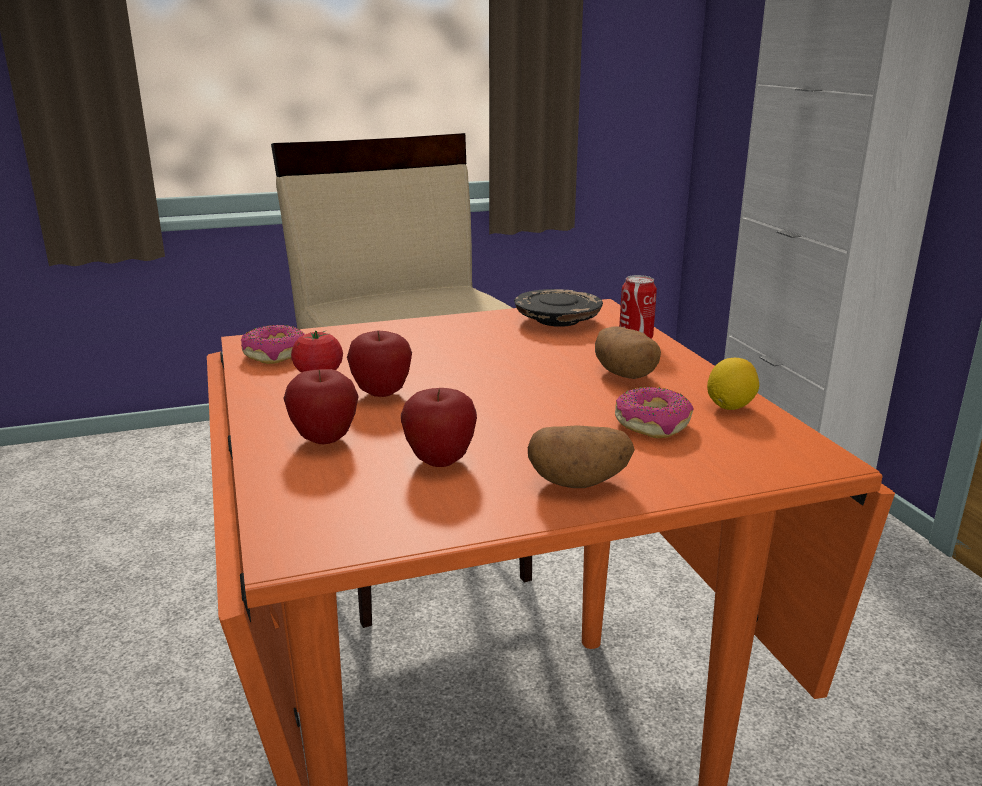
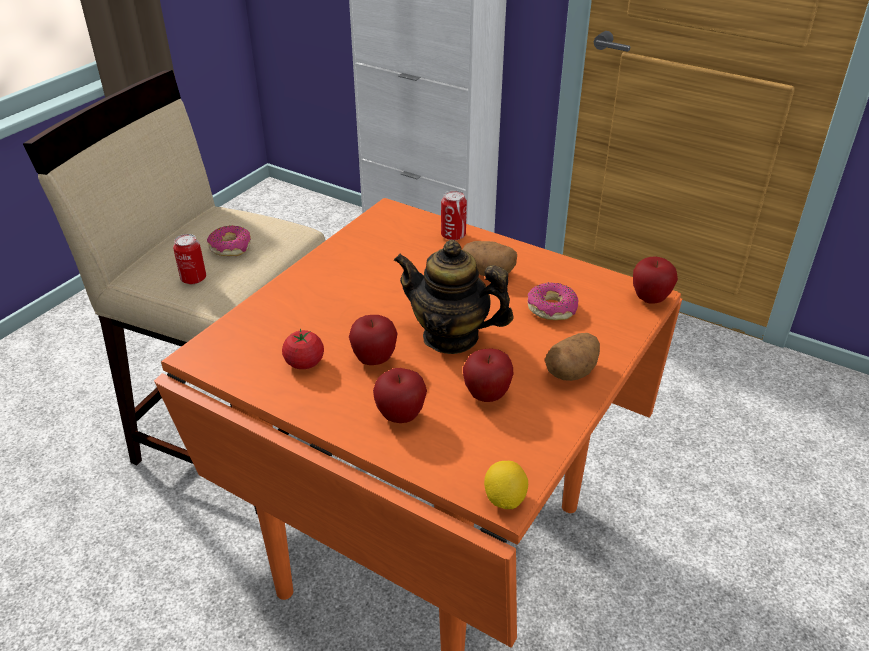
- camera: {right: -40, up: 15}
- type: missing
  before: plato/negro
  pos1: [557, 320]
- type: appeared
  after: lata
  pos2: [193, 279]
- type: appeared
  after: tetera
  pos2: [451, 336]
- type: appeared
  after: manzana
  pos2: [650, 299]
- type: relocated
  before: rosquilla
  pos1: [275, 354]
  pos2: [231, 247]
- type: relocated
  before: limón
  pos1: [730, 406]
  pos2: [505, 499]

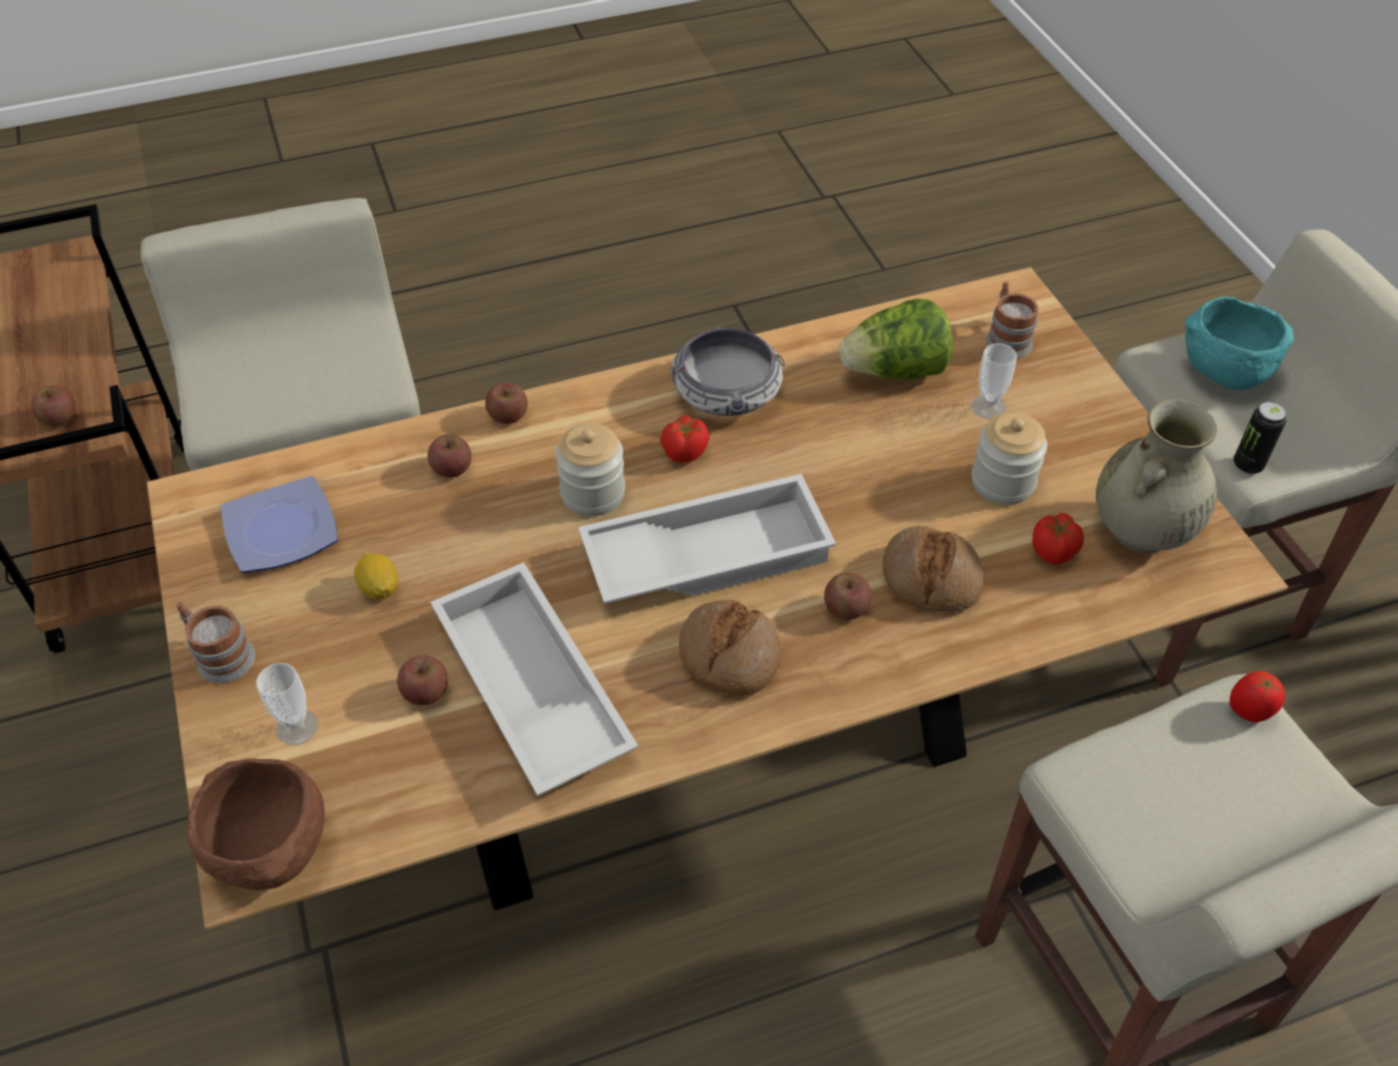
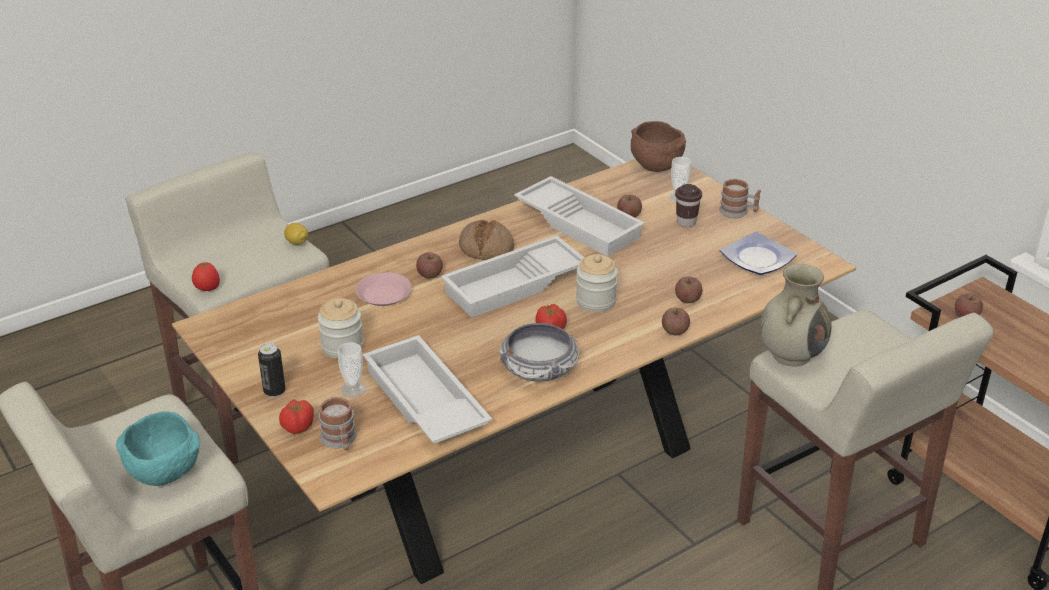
- camera: {right: 165, up: -15}
- type: appeared
  after: taza/marrón
  pos2: [686, 222]
- type: relocated
  before: limón
  pos1: [379, 588]
  pos2: [297, 242]
- type: relocated
  before: tomate
  pos1: [1053, 551]
  pos2: [297, 427]
- type: relocated
  before: florero/beis
  pos1: [1140, 531]
  pos2: [791, 354]
- type: relocated
  before: lata
  pos1: [1247, 465]
  pos2: [274, 391]
- type: exchanged
  before: lechuga
  after: bandeja/blanco
  pos1: [895, 371]
  pos2: [423, 402]
- type: exchanged
  before: pan
  after: plato/rosa
  pos1: [931, 578]
  pos2: [383, 294]

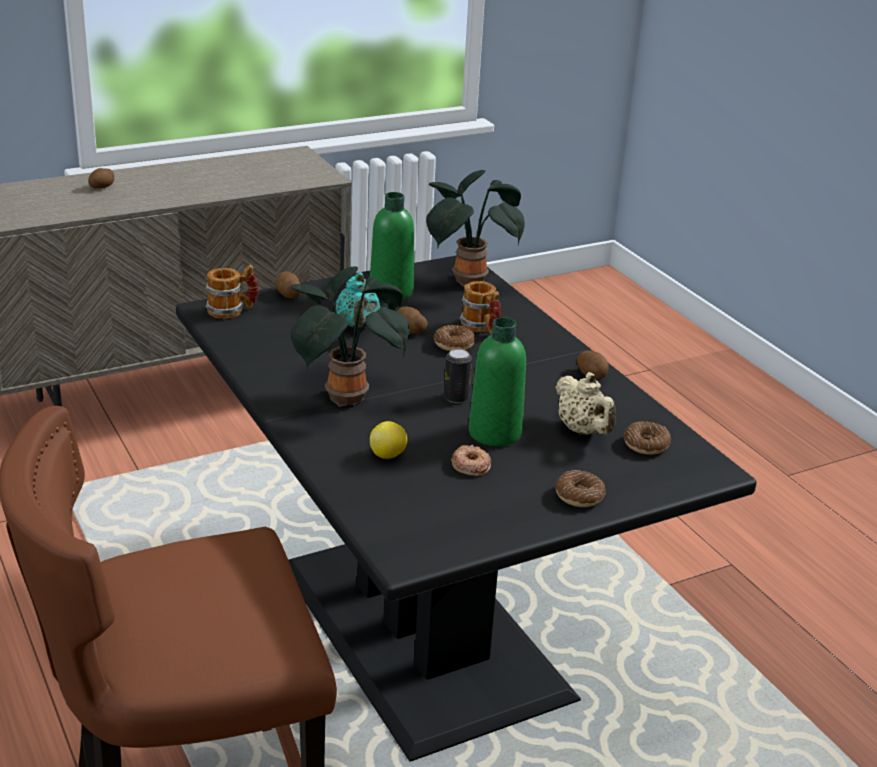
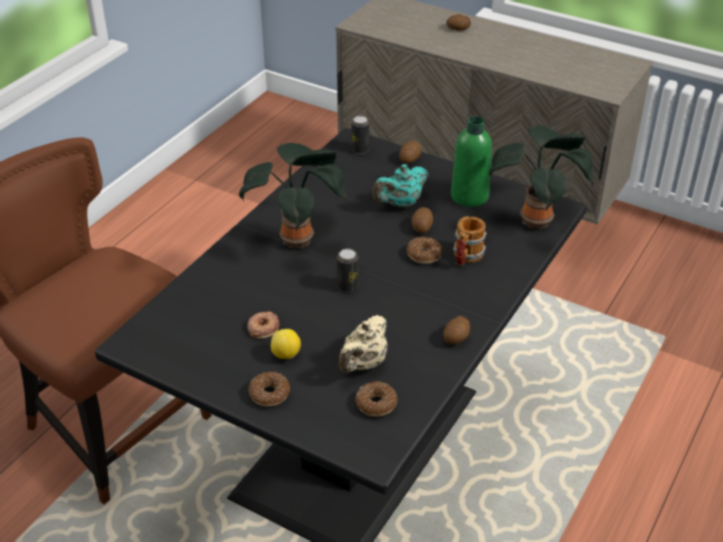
- camera: {right: 60, up: 10}
- type: missing
  before: botella/verde
  pos1: [495, 433]
- type: relocated
  before: limón
  pos1: [388, 455]
  pos2: [286, 355]
- type: exchanged
  before: taza grande
  after: lata
  pos1: [232, 310]
  pos2: [360, 149]

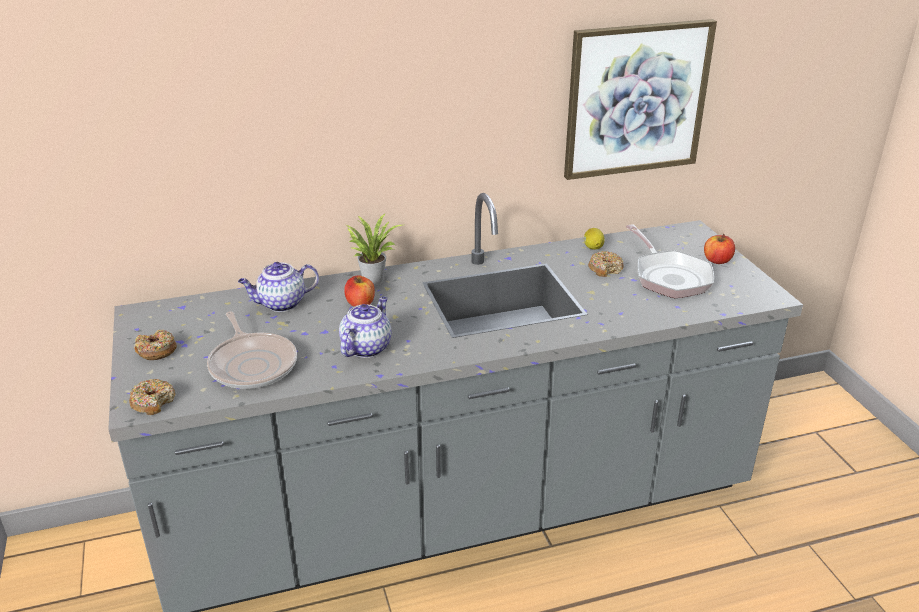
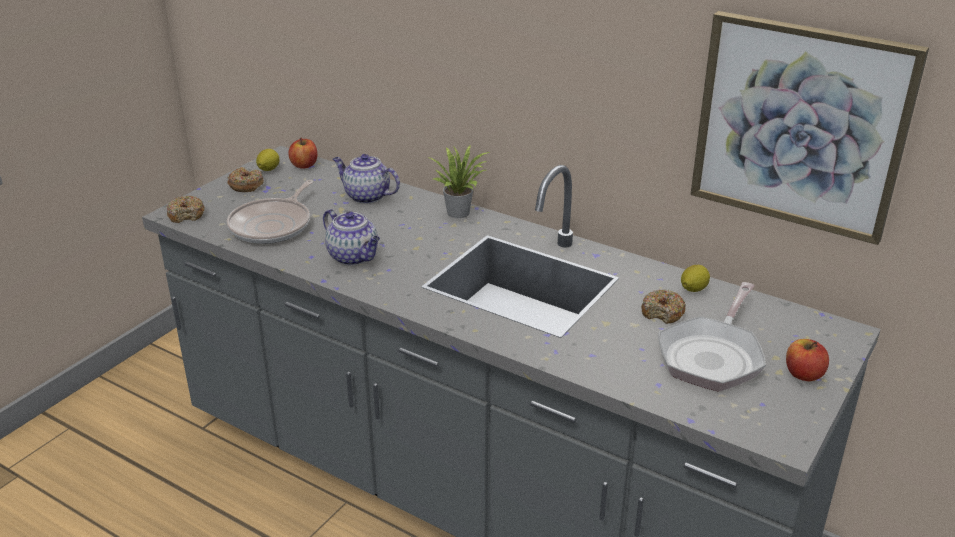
- camera: {right: 50, up: 0}
- type: appeared
  after: limón
  pos2: [268, 170]
- type: relocated
  before: manzana
  pos1: [360, 303]
  pos2: [304, 165]
- type: spun
  before: tetera
  pos1: [366, 347]
  pos2: [354, 257]
  turn: 60

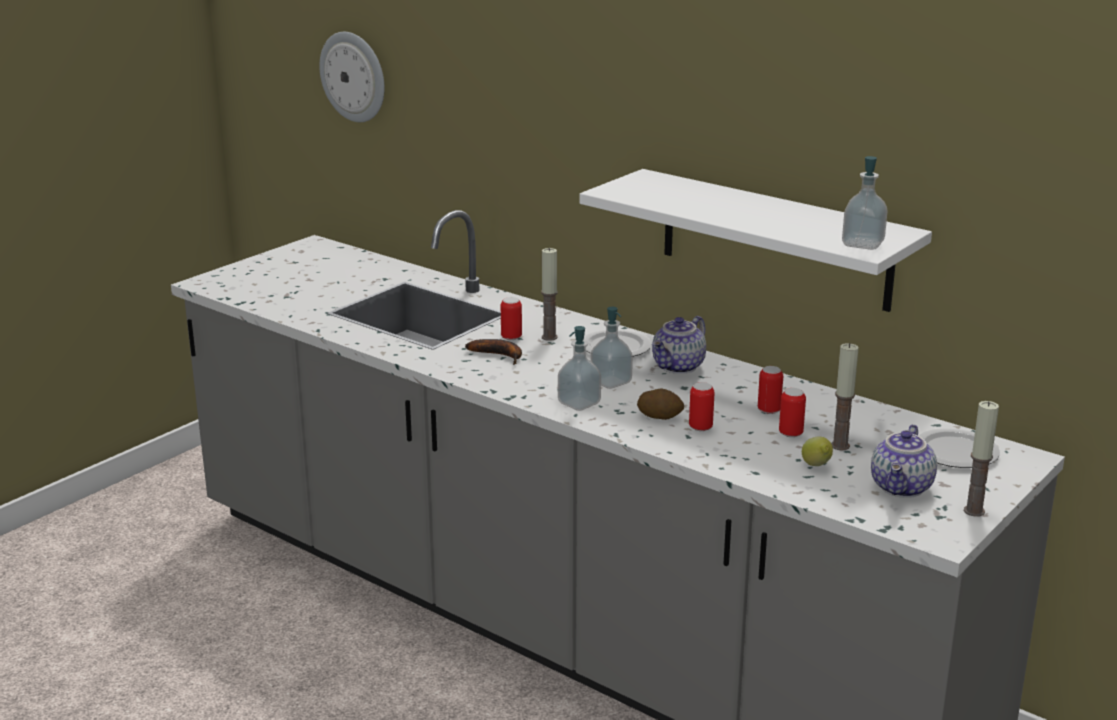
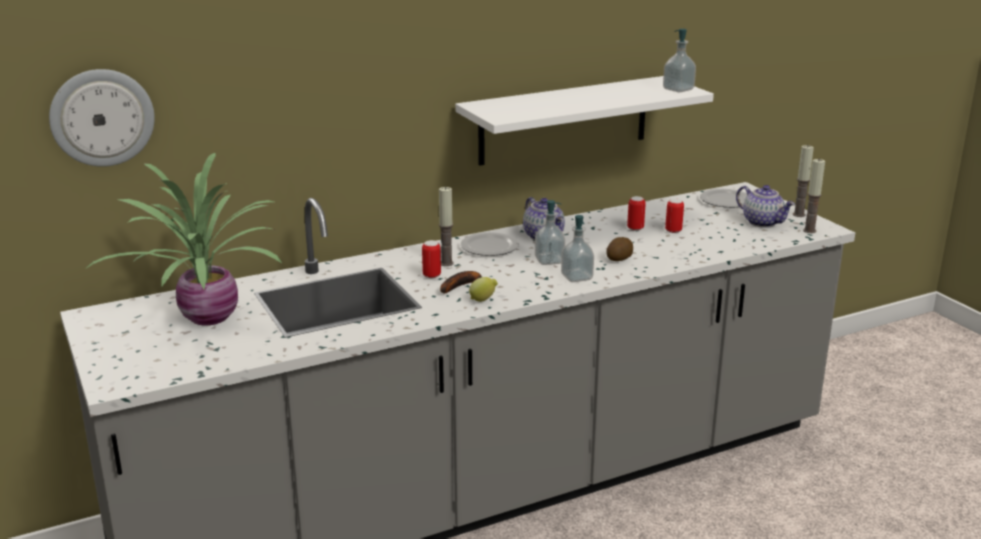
- camera: {right: -65, up: 0}
- type: missing
  before: lata
  pos1: [700, 427]
- type: appeared
  after: planta en maceta
  pos2: [206, 317]
- type: relocated
  before: limón
  pos1: [816, 466]
  pos2: [483, 300]
- type: relocated
  before: vela
  pos1: [840, 446]
  pos2: [809, 231]

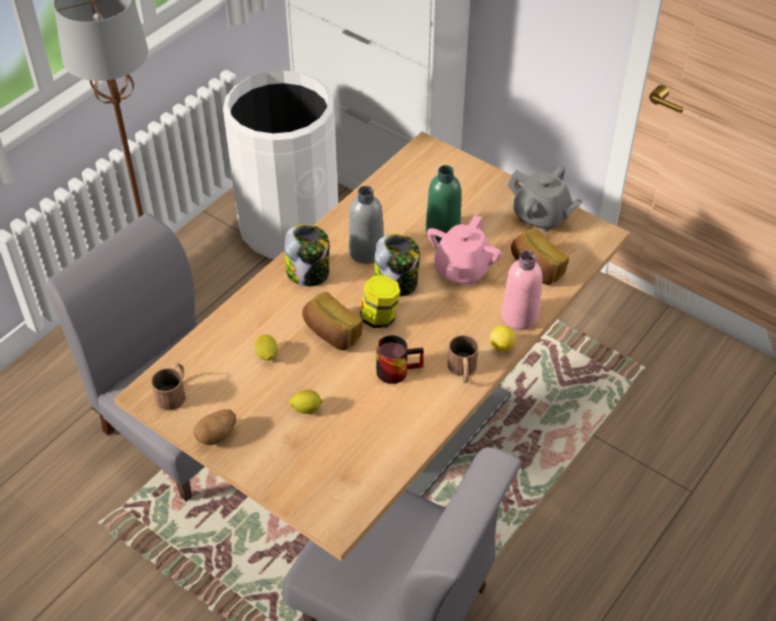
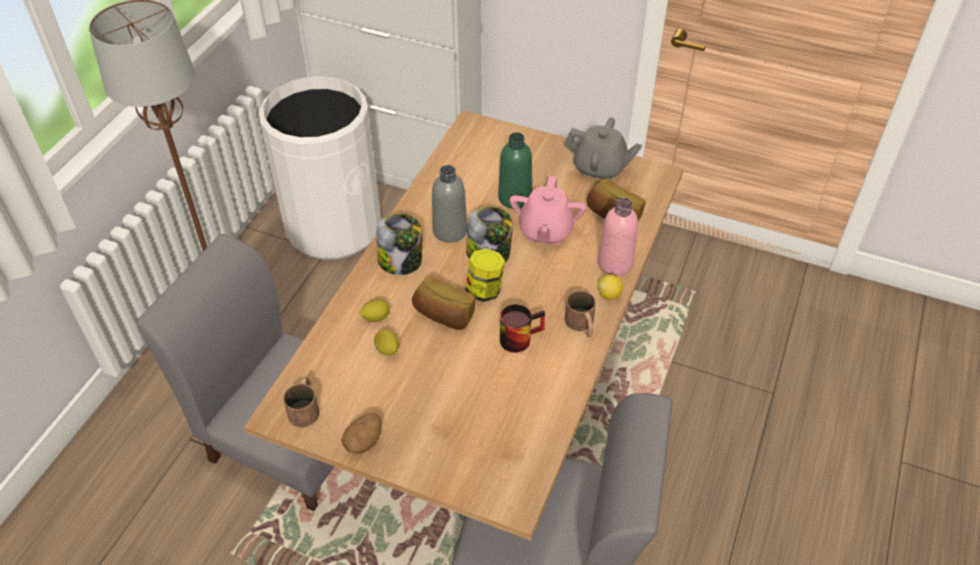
- camera: {right: -15, up: 0}
- type: relocated
  before: limón
  pos1: [306, 408]
  pos2: [376, 317]

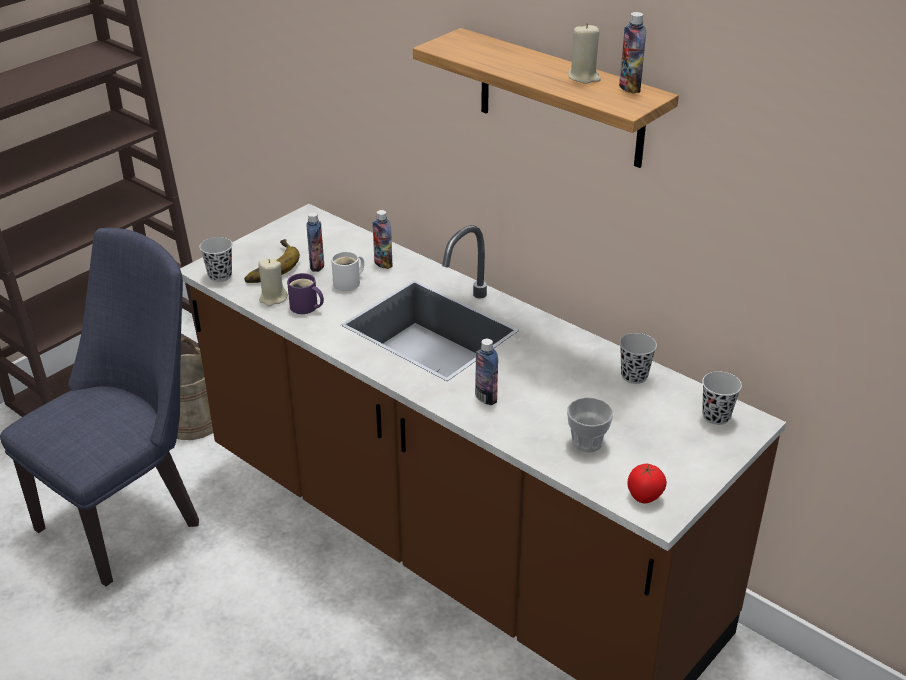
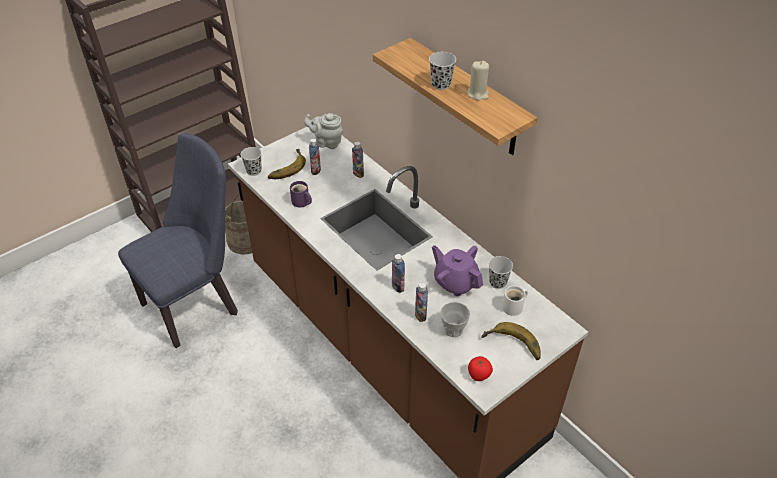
- camera: {right: 10, up: 10}
- type: missing
  before: vela/beis
  pos1: [273, 298]
- type: appeared
  after: tetera/gris
  pos2: [326, 142]
- type: appeared
  after: tetera/morado
  pos2: [455, 282]
- type: appeared
  after: plátano
  pos2: [512, 347]
- type: relocated
  before: taza grande/blanco
  pos1: [349, 283]
  pos2: [514, 307]
- type: relocated
  before: botella
  pos1: [629, 88]
  pos2: [420, 315]
- type: relocated
  before: taza/negro
  pos1: [716, 416]
  pos2: [441, 84]

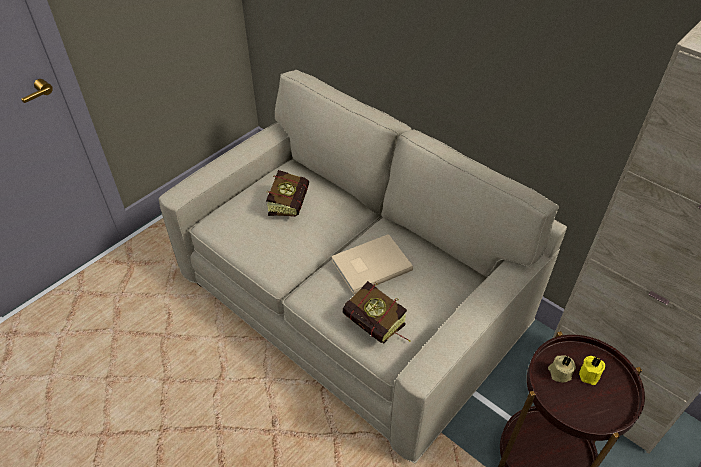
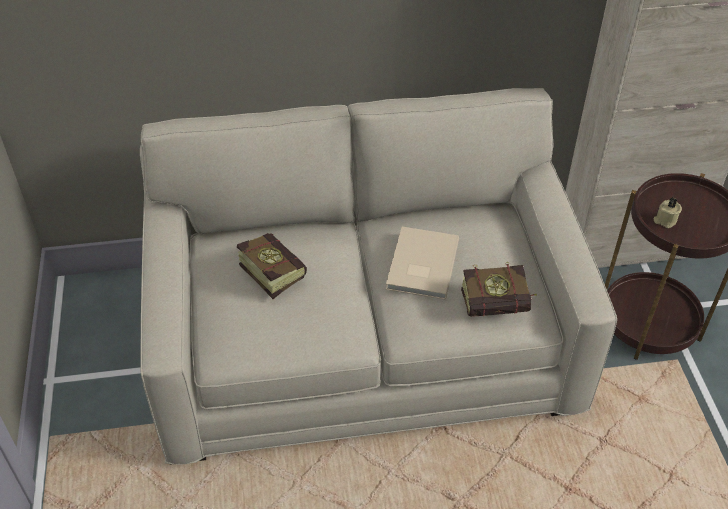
- camera: {right: -50, up: 0}
- type: missing
  before: vela/amarillo
  pos1: [590, 375]

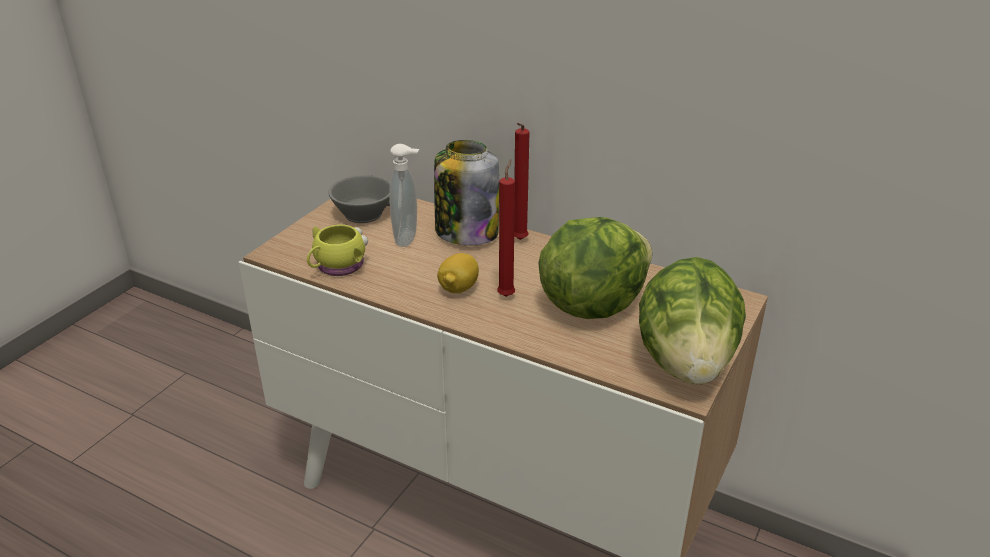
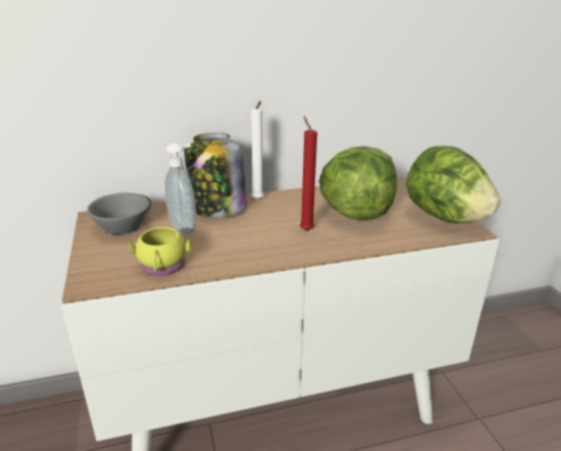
- camera: {right: -45, up: -5}
- type: missing
  before: limón
  pos1: [458, 288]
- type: colour
  before: vela/rojo
  after: vela/blanco
  pos1: [519, 241]
  pos2: [258, 200]

